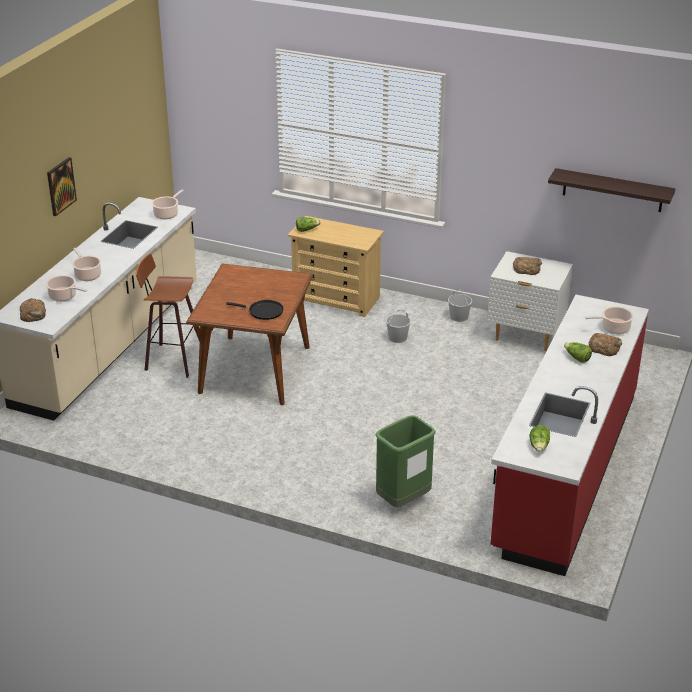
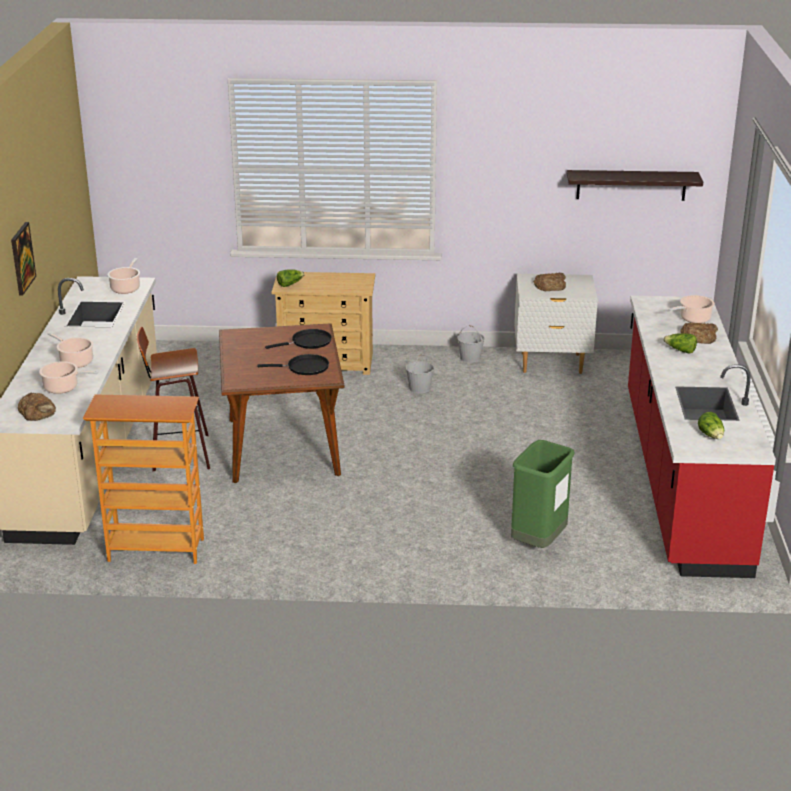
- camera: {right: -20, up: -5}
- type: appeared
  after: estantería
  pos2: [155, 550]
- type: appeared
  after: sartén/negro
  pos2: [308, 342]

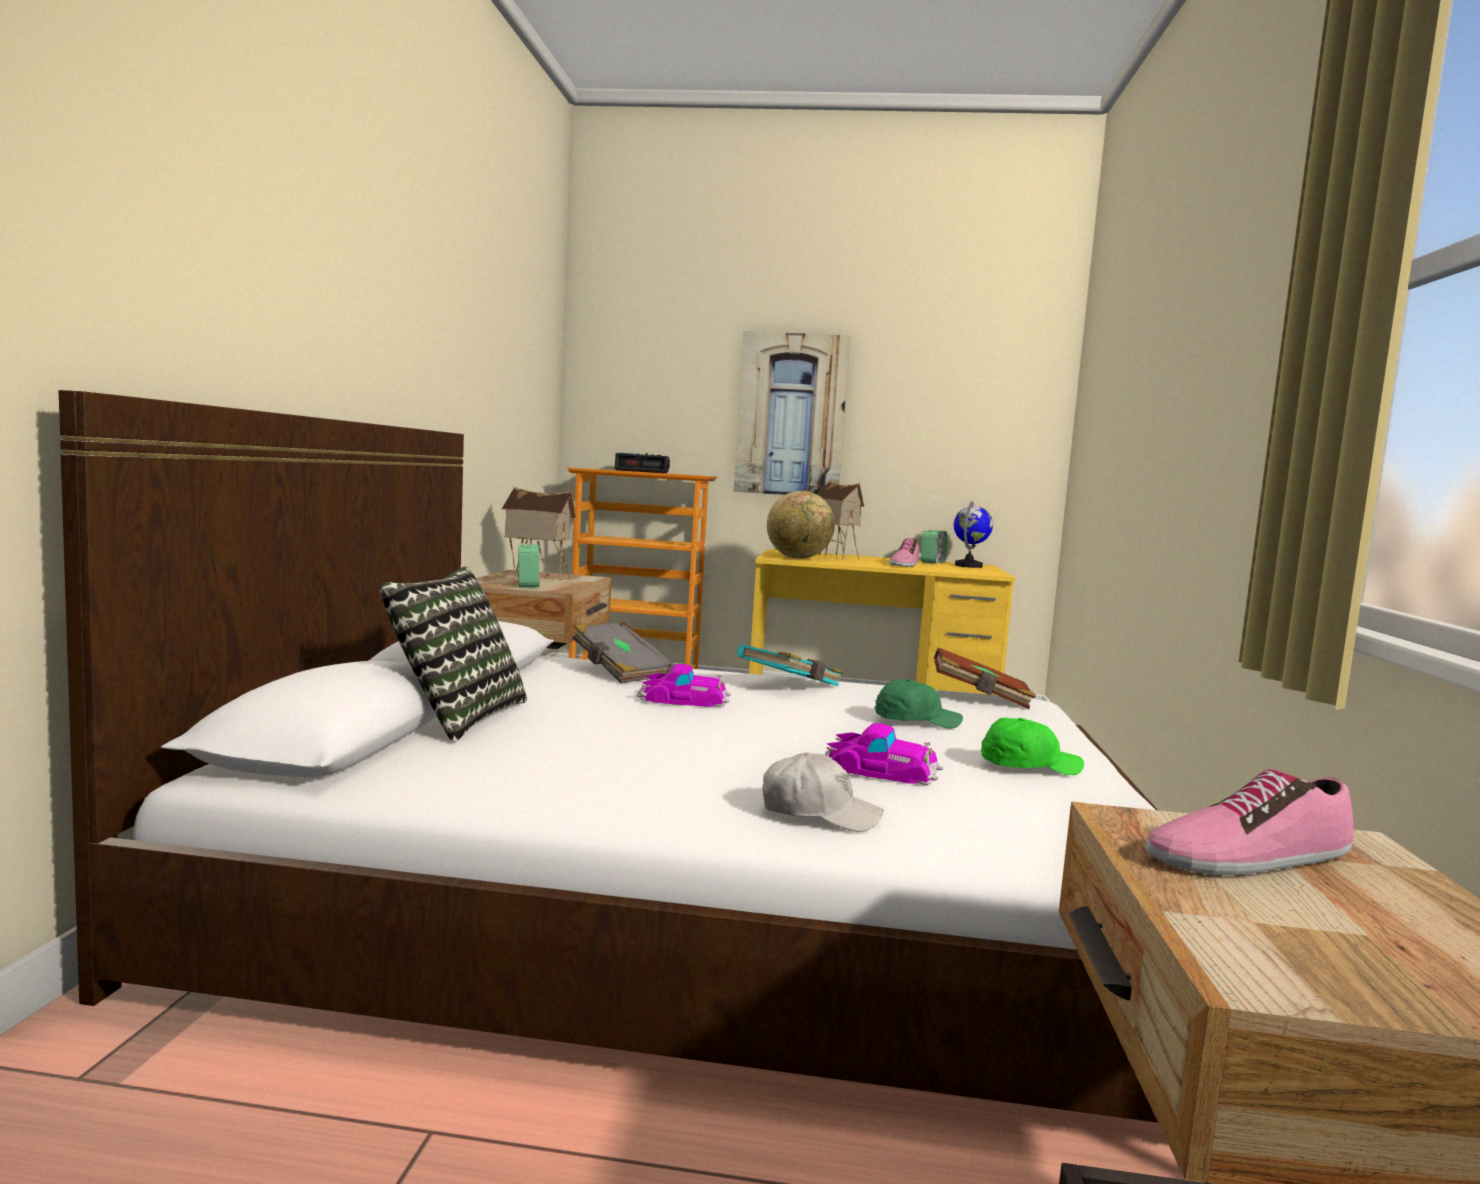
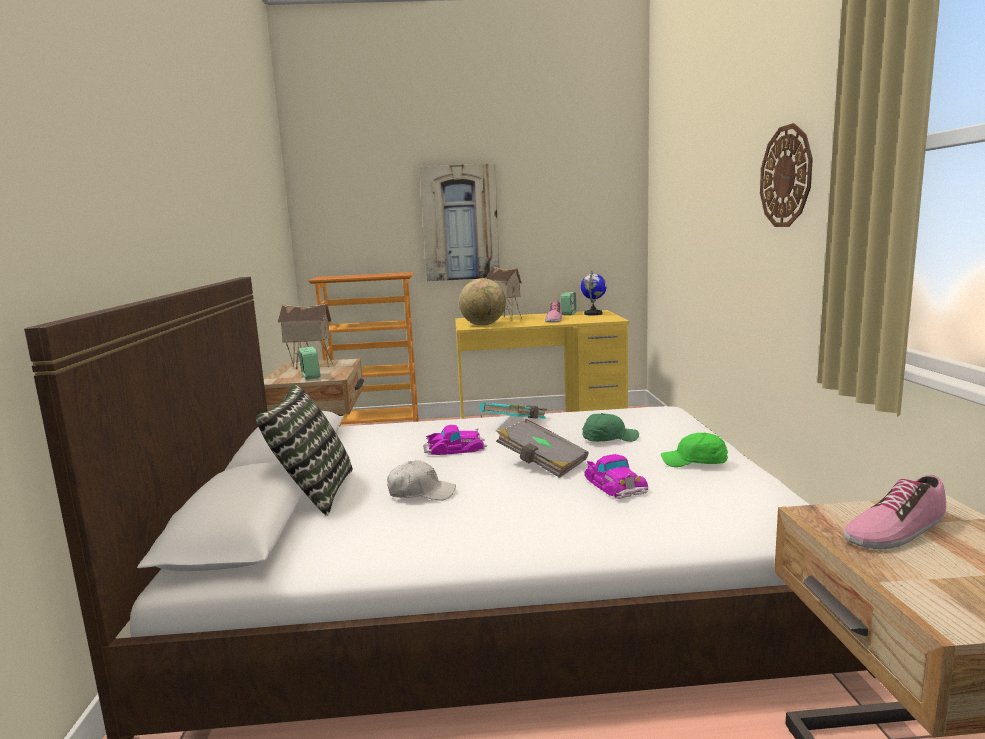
- camera: {right: -10, up: 5}
- type: missing
  before: despertador
  pos1: [643, 471]
- type: missing
  before: libro/marrón
  pos1: [980, 698]
- type: appeared
  after: reloj de pared
  pos2: [786, 176]
- type: relocated
  before: libro/gris
  pos1: [620, 672]
  pos2: [542, 463]
- type: relocated
  before: gorra/blanco
  pos1: [819, 813]
  pos2: [421, 492]
- type: spun
  before: coche de juguete
  pos1: [880, 769]
  pos2: [614, 484]
  turn: 60
- type: spun
  before: gorra/verde
  pos1: [1028, 766]
  pos2: [695, 463]
  turn: -150

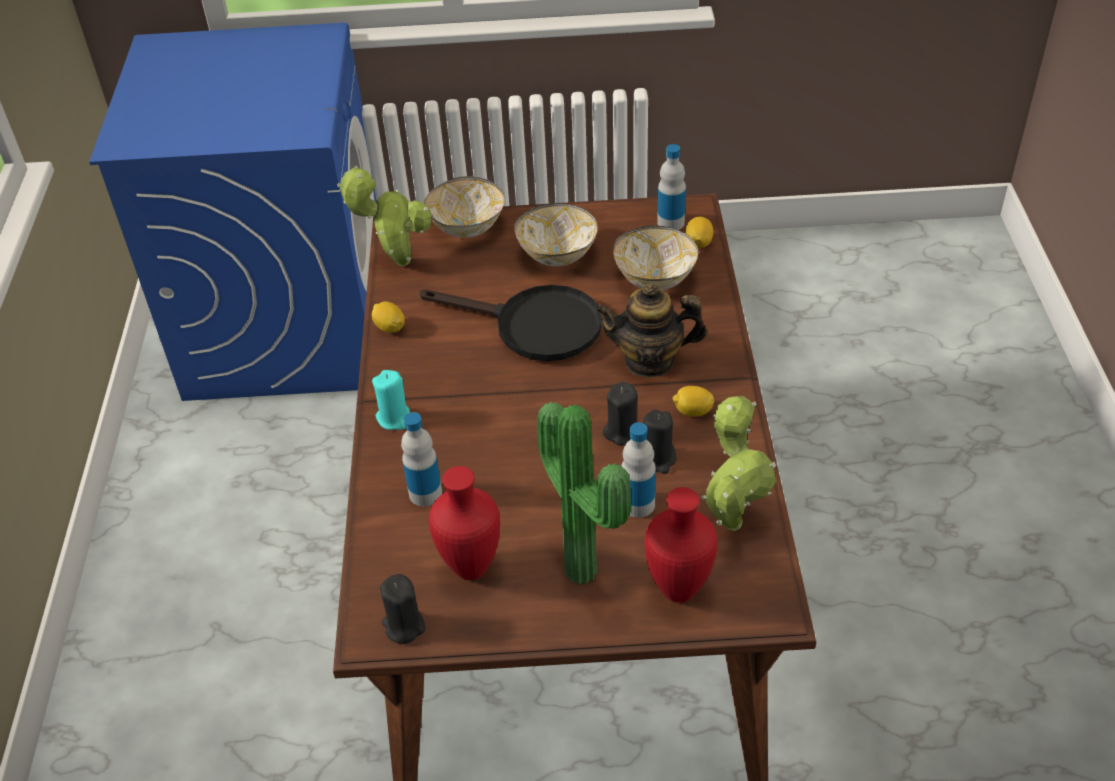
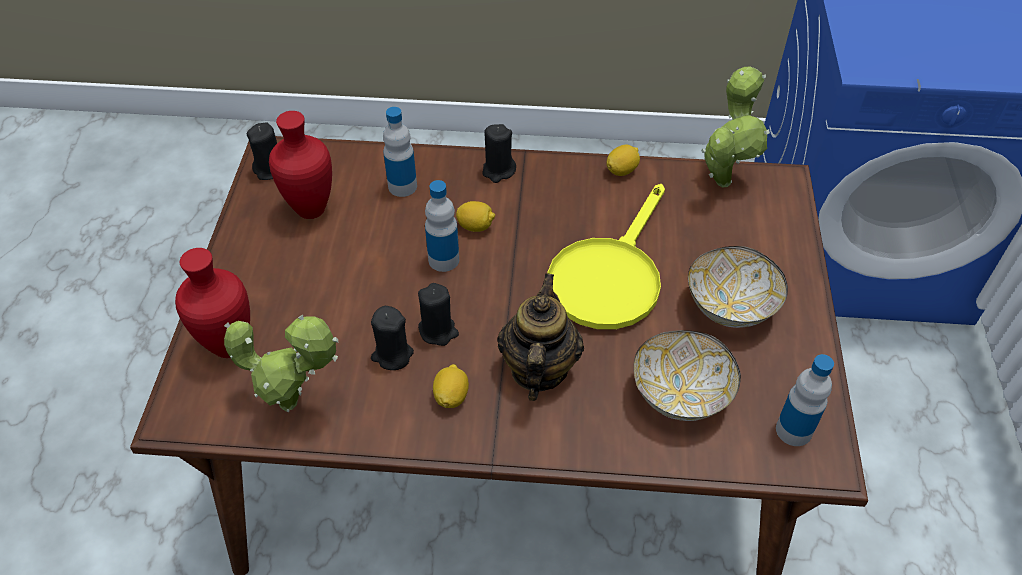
- camera: {right: 95, up: 5}
- type: missing
  before: cuenco
  pos1: [468, 226]
- type: missing
  before: planta en maceta
  pos1: [586, 567]
- type: relocated
  before: botella
  pos1: [638, 504]
  pos2: [443, 260]
- type: relocated
  before: limón
  pos1: [698, 242]
  pos2: [475, 226]
- type: colour
  before: vela/turquesa
  after: vela/negro
  pos1: [395, 418]
  pos2: [498, 170]
- type: colour
  before: sartén/negro
  after: sartén/amarillo
  pos1: [534, 326]
  pos2: [609, 276]

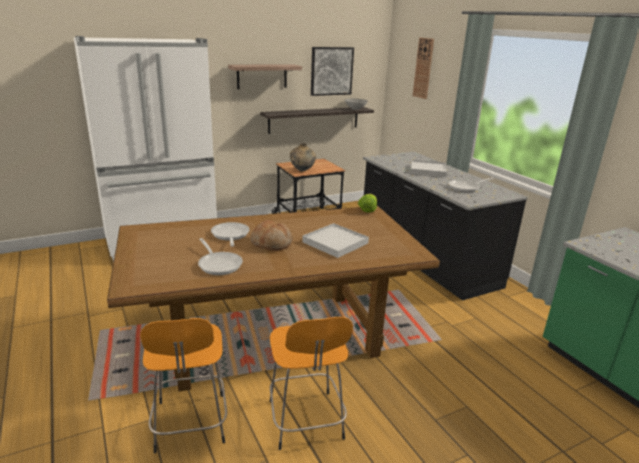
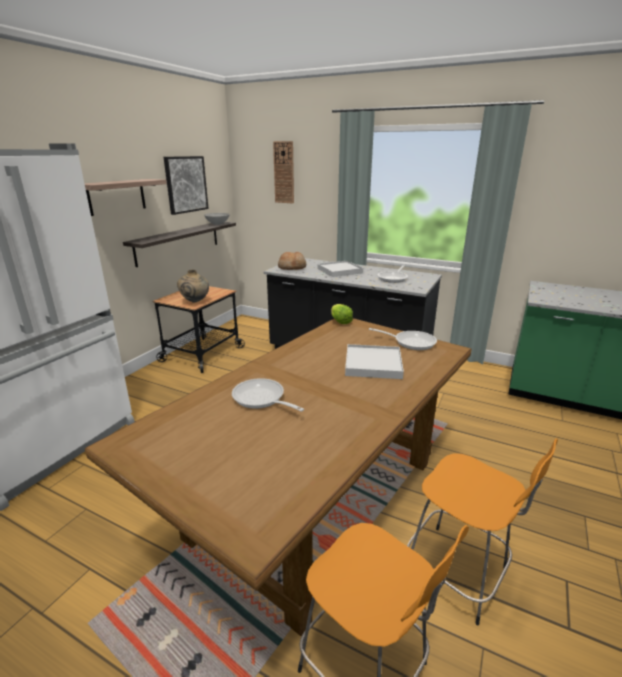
- camera: {right: -35, up: 0}
- type: relocated
  before: sartén
  pos1: [219, 264]
  pos2: [411, 342]
- type: relocated
  before: pan
  pos1: [271, 243]
  pos2: [292, 267]

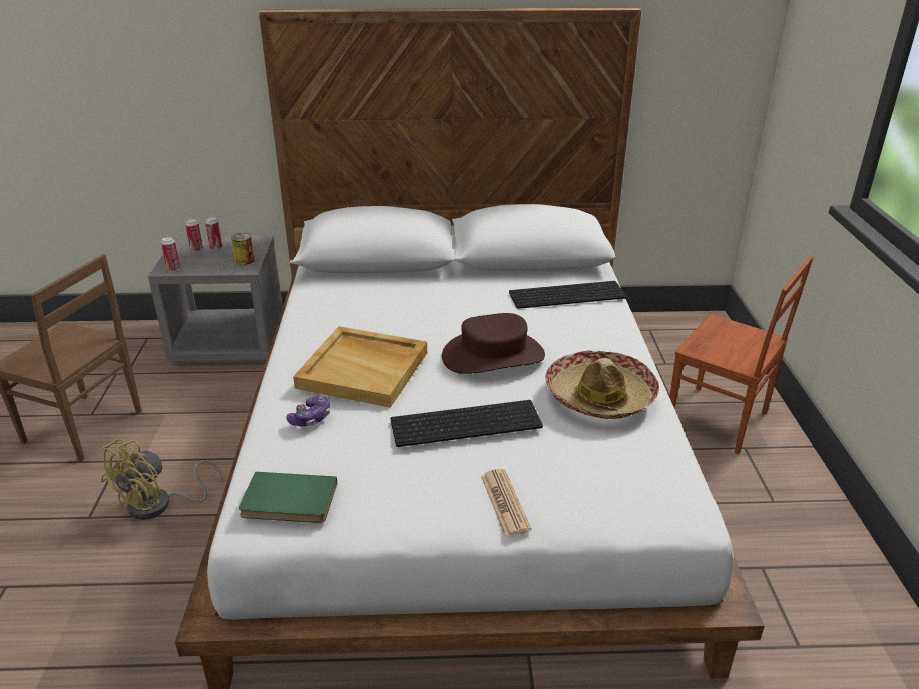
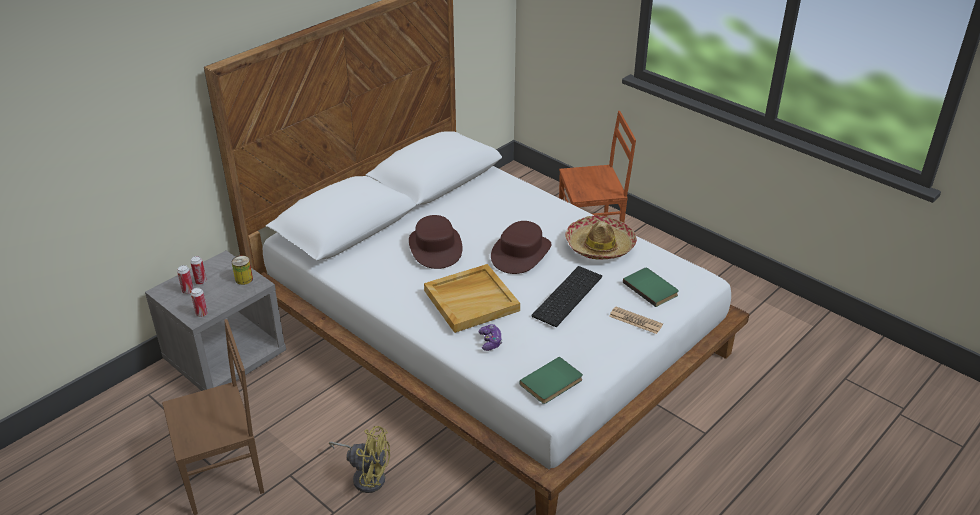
- camera: {right: -45, up: 5}
- type: missing
  before: teclado
  pos1: [567, 294]
- type: appeared
  after: sombrero/marrón
  pos2: [435, 247]
- type: appeared
  after: libro/verde
  pos2: [651, 288]
- type: spun
  before: ventilador/amarillo
  pos1: [159, 505]
  pos2: [366, 475]
  turn: -60

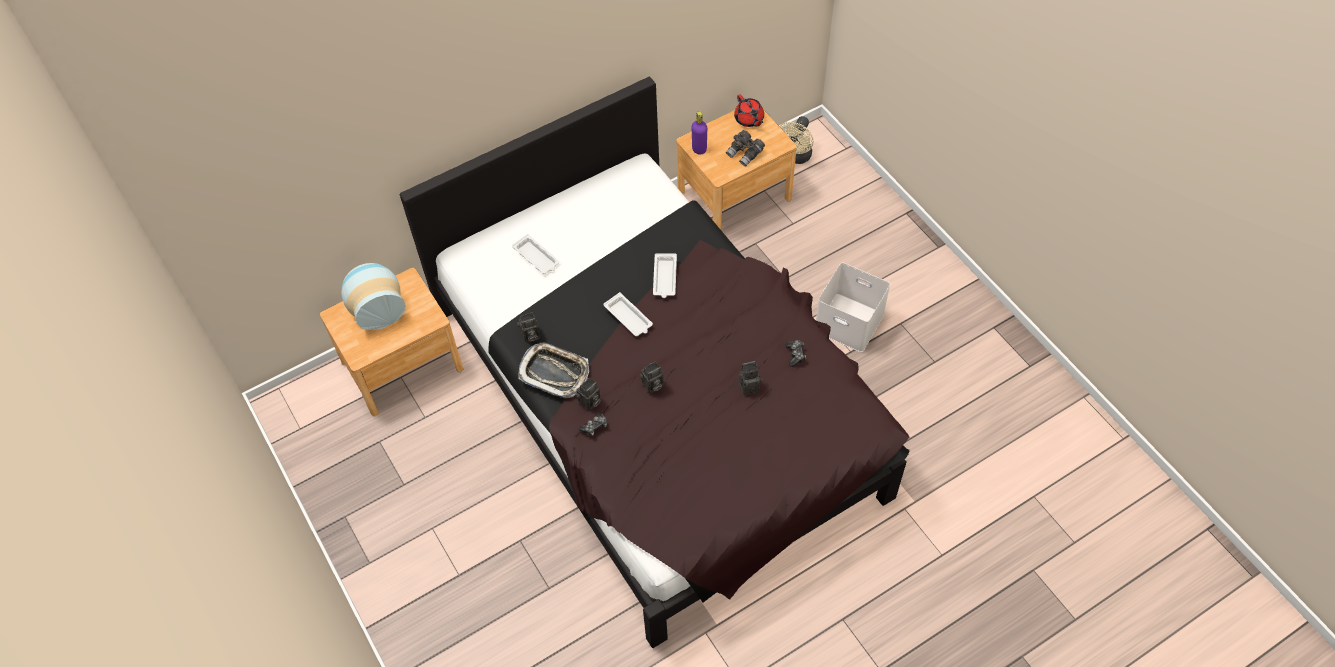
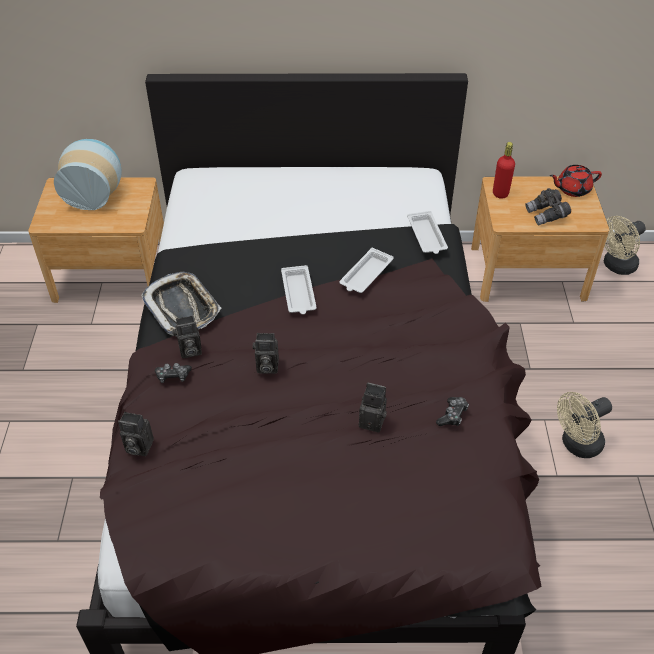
- camera: {right: 30, up: -10}
- type: relocated
  before: bandeja/blanco
  pos1: [537, 257]
  pos2: [427, 236]
- type: relocated
  before: cámara
  pos1: [530, 336]
  pos2: [137, 447]
- type: exchanged
  before: caja de almacenaje/blanco
  after: ventilador/beis
  pos1: [850, 322]
  pos2: [576, 445]
- type: colour
  before: botella/morado
  after: botella/rojo
  pos1: [699, 149]
  pos2: [500, 193]
- type: spun
  before: tetera/rojo
  pos1: [749, 119]
  pos2: [572, 189]
  turn: 75

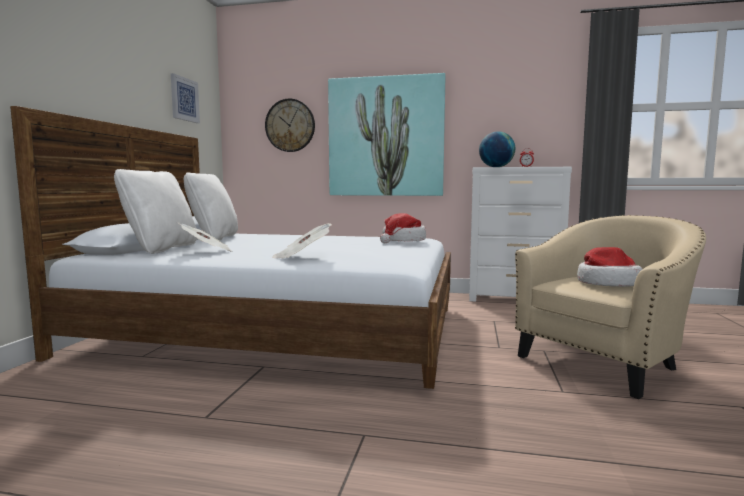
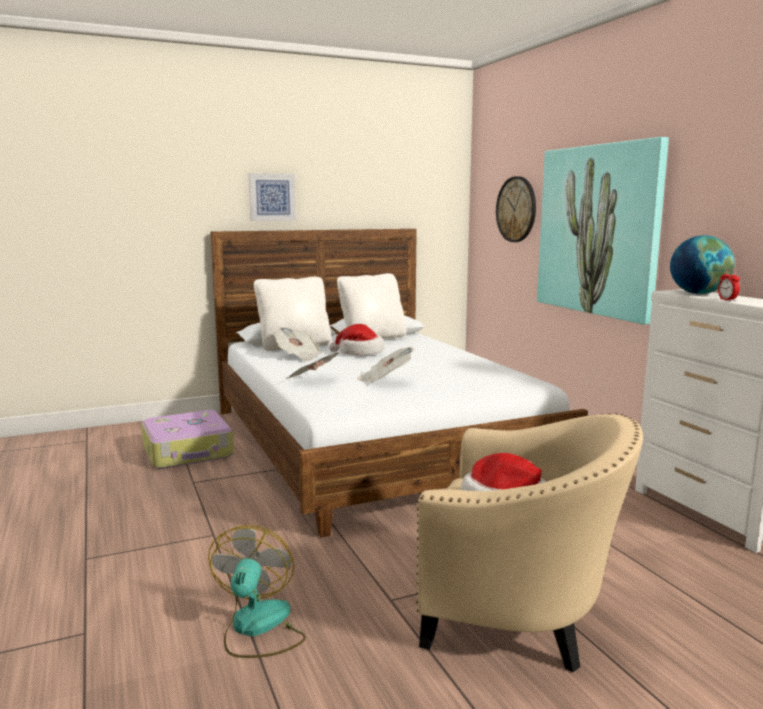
- camera: {right: 55, up: 5}
- type: appeared
  after: maleta
  pos2: [189, 452]
- type: appeared
  after: ventilador
  pos2: [257, 628]
- type: appeared
  after: periódico
  pos2: [385, 380]
- type: relocated
  before: cuadro
  pos1: [184, 99]
  pos2: [272, 197]
- type: relocated
  before: sombrero
  pos1: [402, 241]
  pos2: [360, 352]

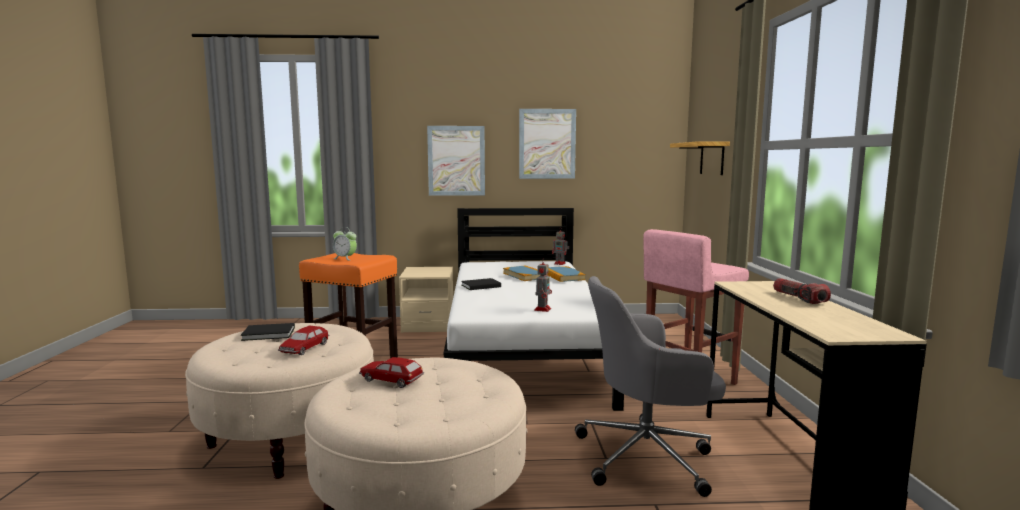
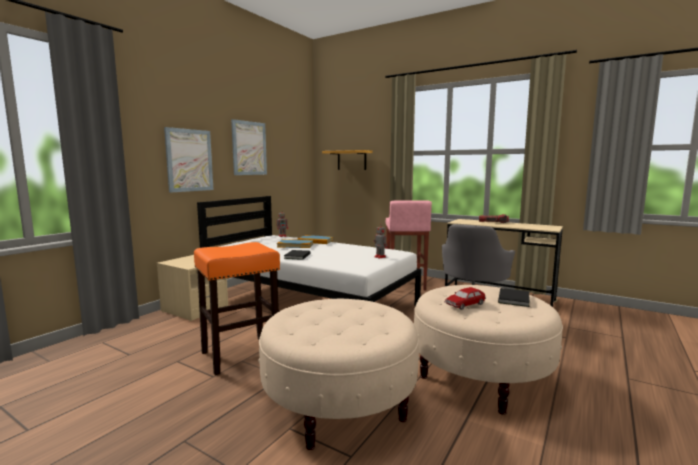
- camera: {right: -55, up: 0}
- type: missing
  before: coche de juguete
  pos1: [304, 348]
- type: missing
  before: despertador
  pos1: [345, 258]
- type: relocated
  before: libro/negro
  pos1: [270, 334]
  pos2: [514, 299]

